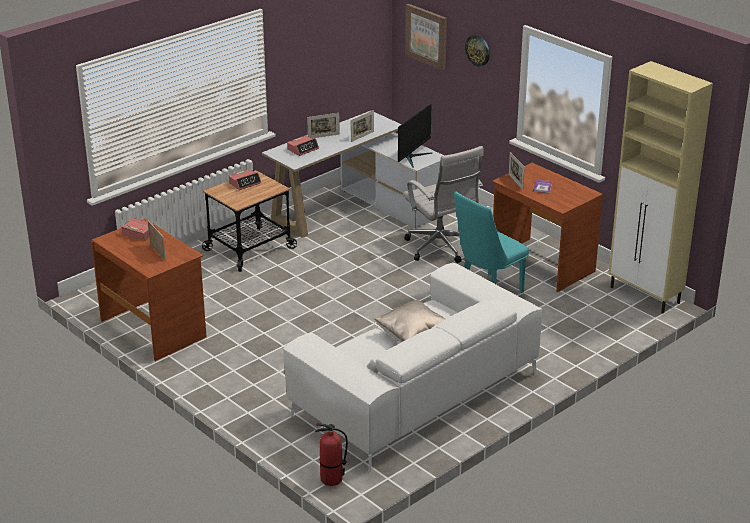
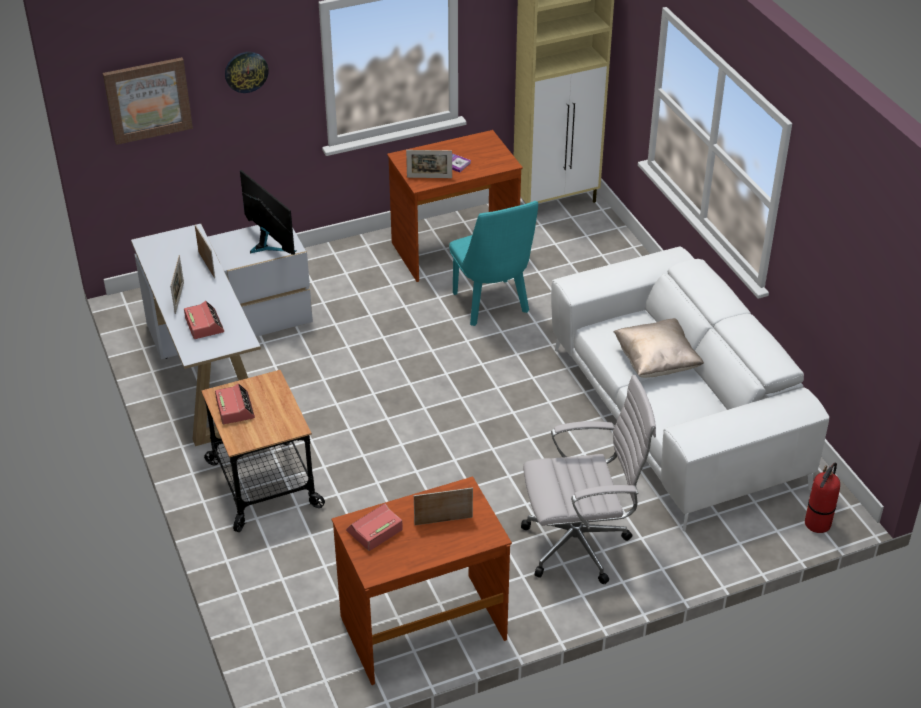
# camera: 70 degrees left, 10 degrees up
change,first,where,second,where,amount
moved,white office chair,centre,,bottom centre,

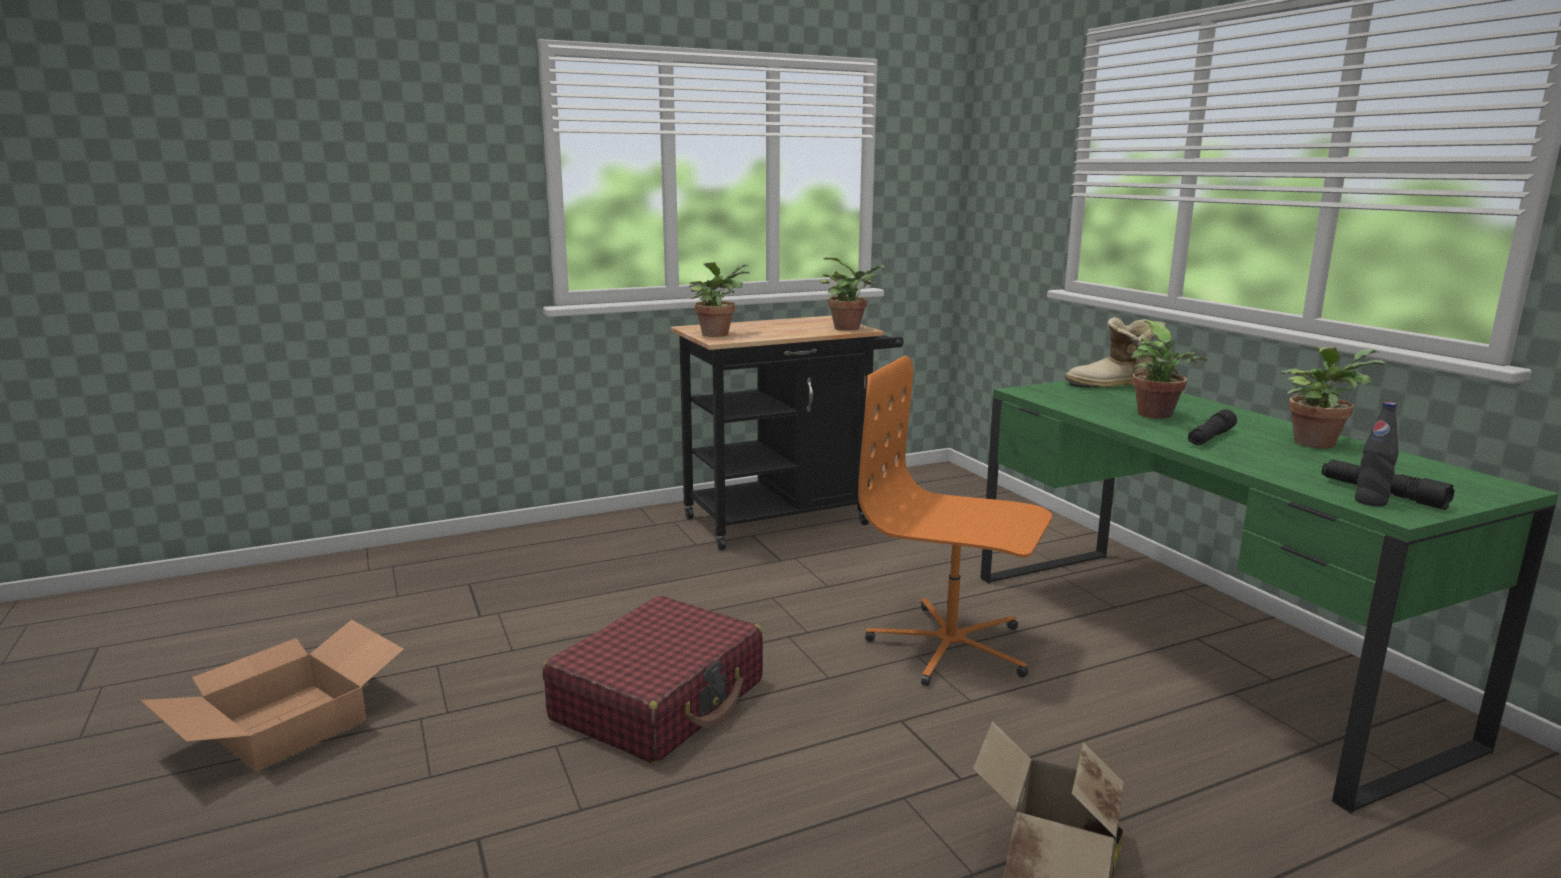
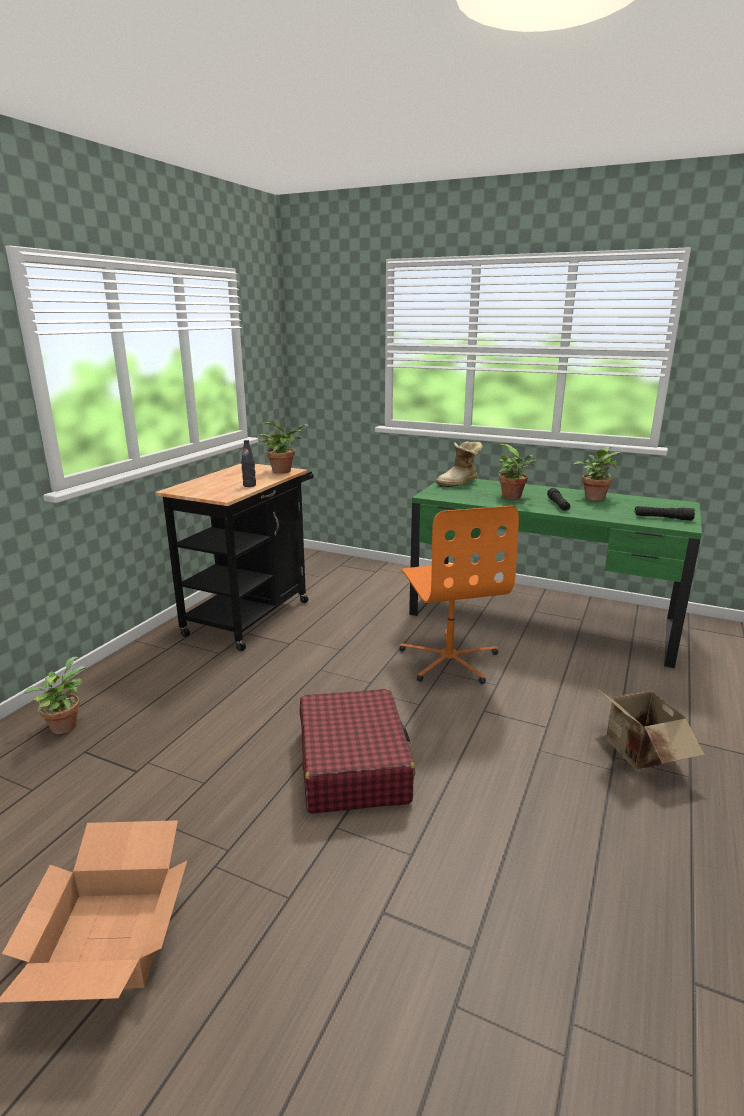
# camera: 40 degrees left, 5 degrees up
change,first,where,second,where,amount
moved,potted plant (1st from left),centre,,middle left,
moved,black bottle,middle right,,centre,
turned,orange office chair,centre,,centre,90 degrees counterclockwise

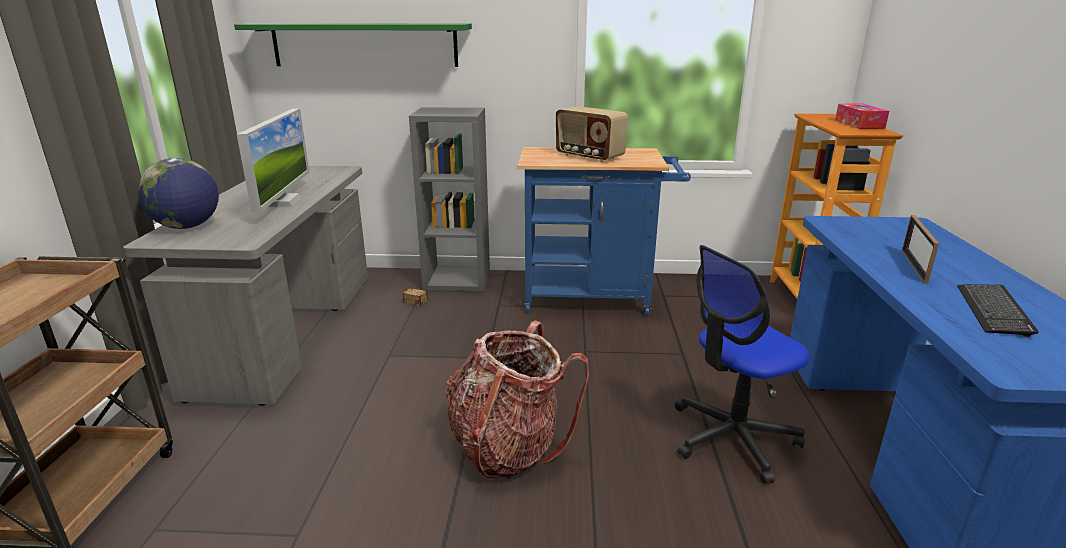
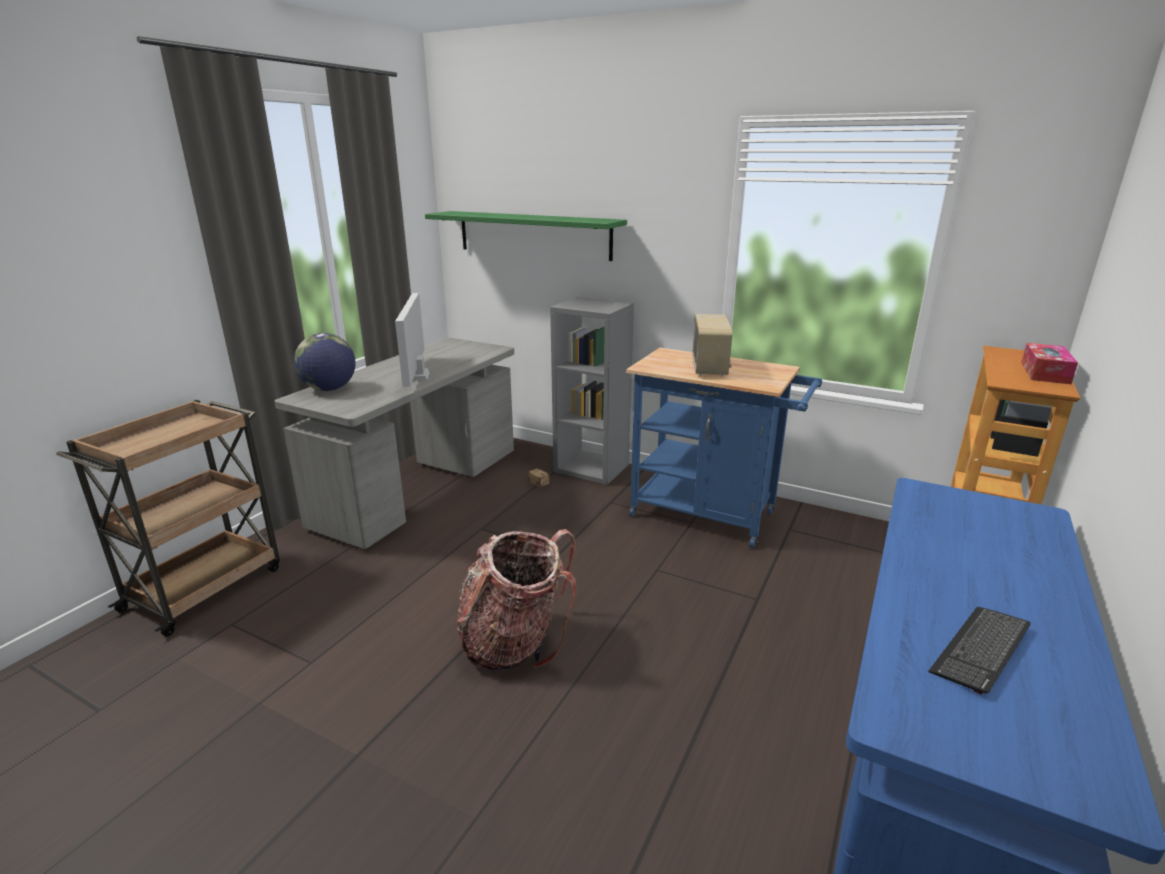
# camera: 25 degrees right, 0 degrees up
change,first,where,second,where,amount
removed,office chair,middle right,,,
removed,picture frame,middle right,,,
turned,monitor,top left,,centre,150 degrees clockwise
turned,radio,top centre,,centre,150 degrees counterclockwise

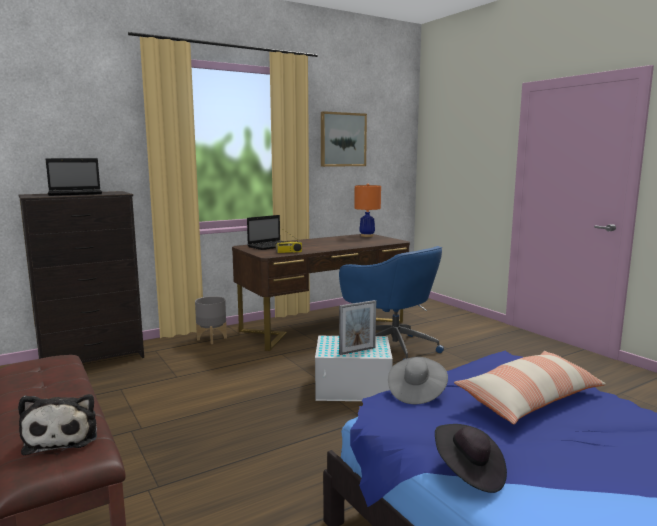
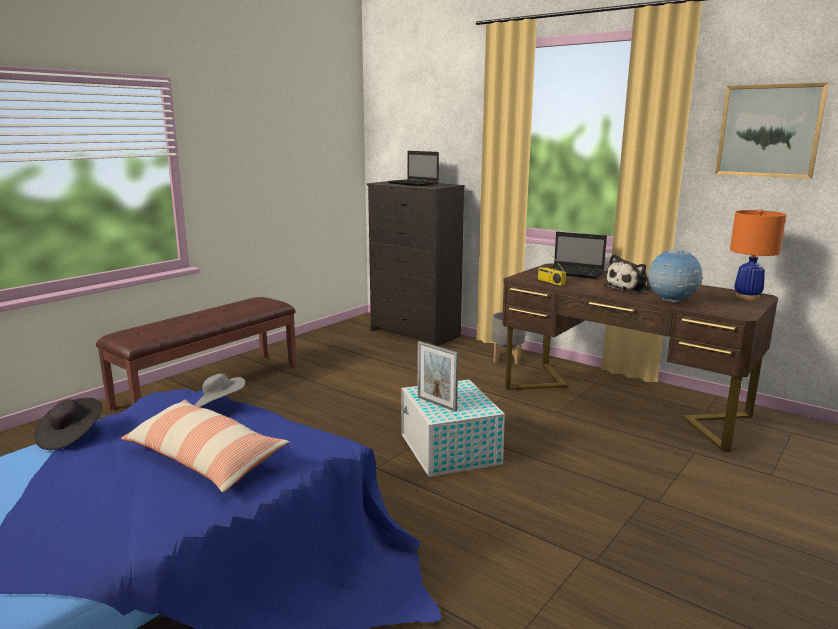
# camera: 70 degrees right, 5 degrees up
change,first,where,second,where,amount
removed,blue office chair,centre,,,
added,,,globe,middle right,
moved,plush toy,bottom left,,middle right,

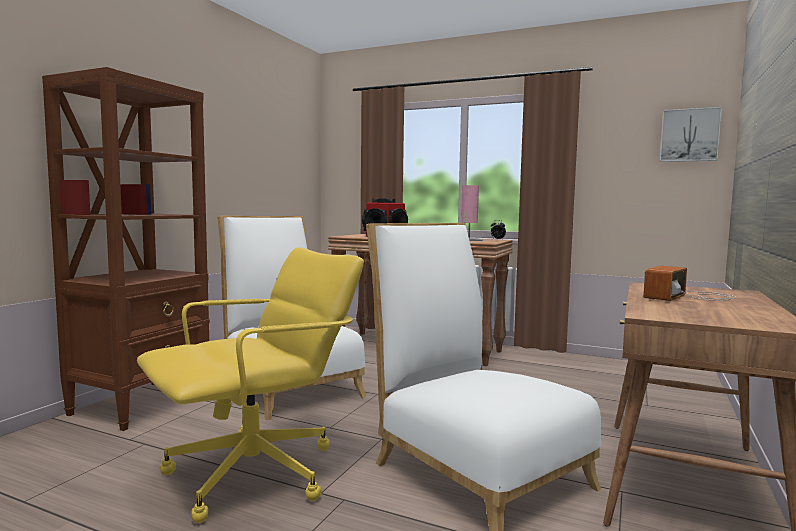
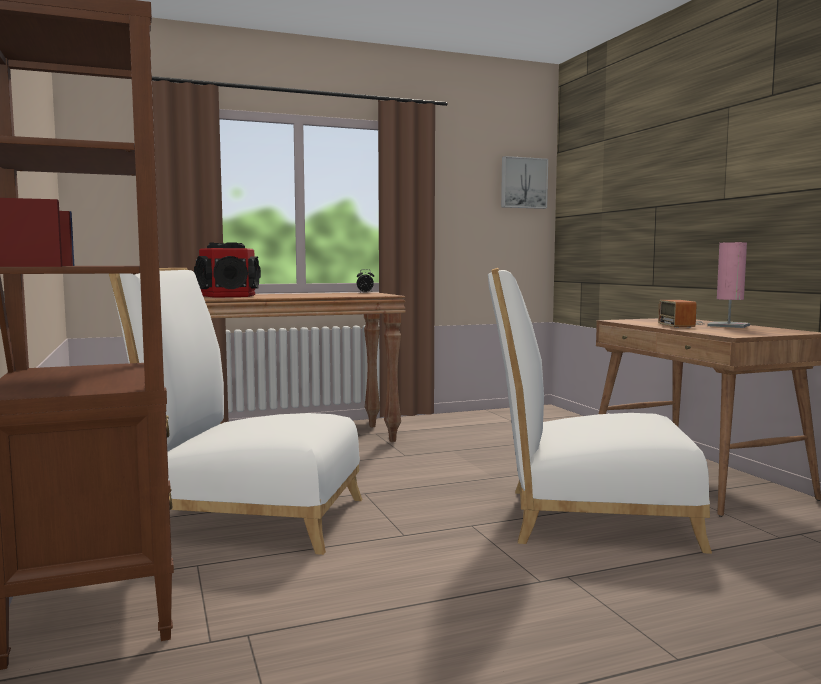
# camera: 45 degrees left, 0 degrees up
change,first,where,second,where,amount
removed,yellow office chair,bottom left,,,
moved,pink table lamp,centre,,middle right,

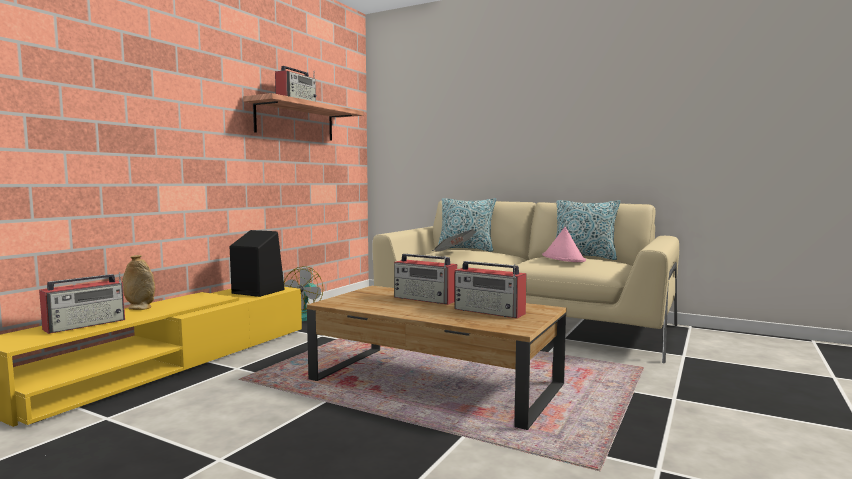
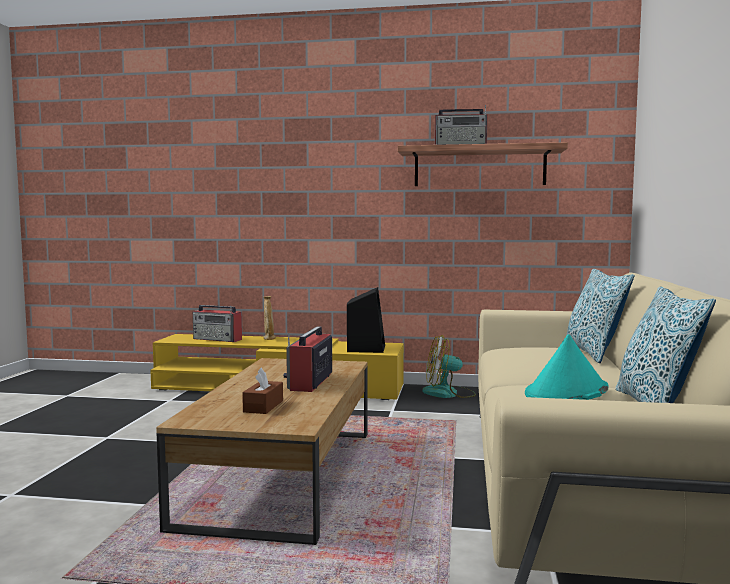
# camera: 70 degrees right, 0 degrees up
change,first,where,second,where,amount
removed,newspaper,centre,,,
replaced,radio (4th from left),centre,brown tissue box,bottom centre,
recoloured,pink hat,centre,turquoise hat,middle right,

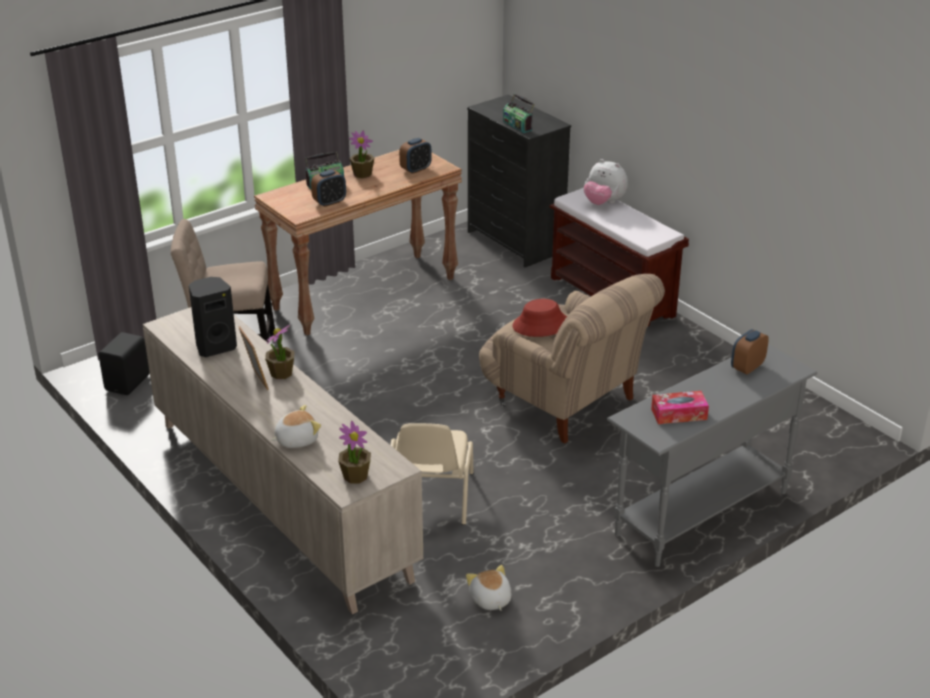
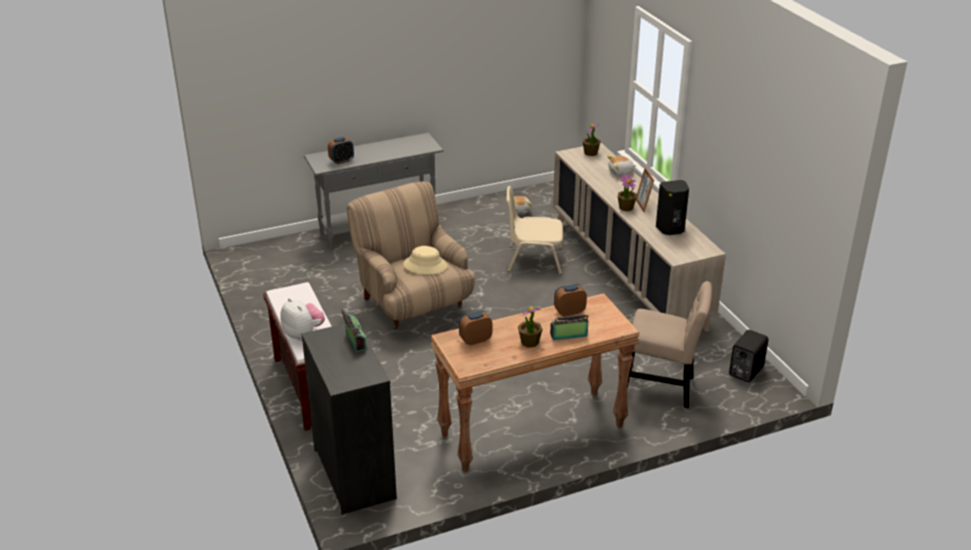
# camera: 165 degrees left, 0 degrees up
change,first,where,second,where,amount
removed,tissue box,middle right,,,
recoloured,red hat,centre,beige hat,centre,
turned,beige chair (2nd from left in the first image),bottom centre,beige chair (1st from left),centre,105 degrees counterclockwise

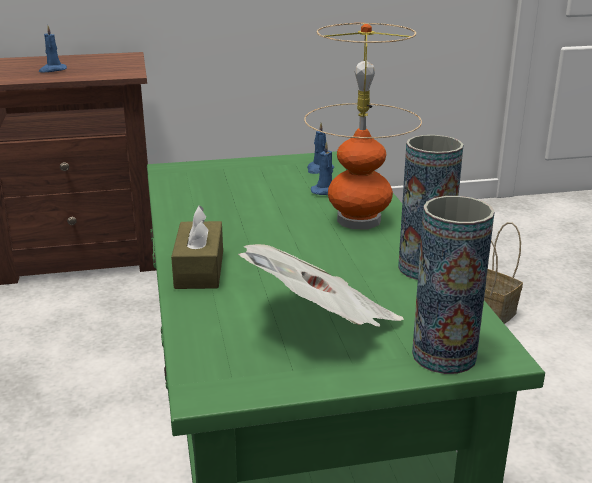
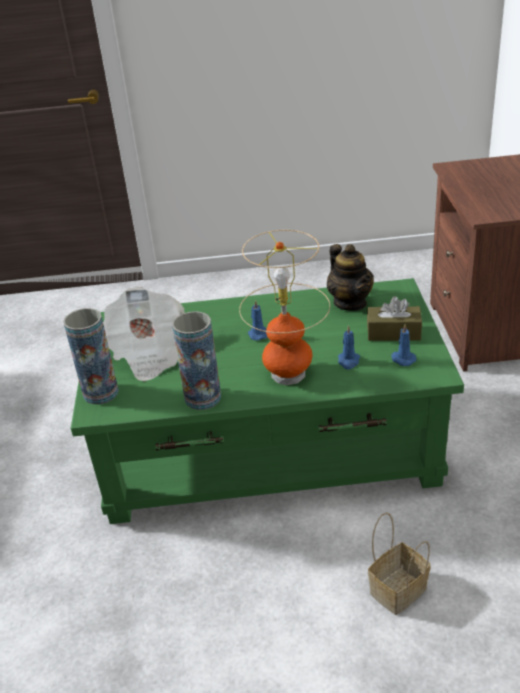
# camera: 100 degrees right, 10 degrees up
change,first,where,second,where,amount
added,,,teapot,middle right,
moved,blue candle (1st from left),top left,,centre,
moved,brown tissue box,middle left,,middle right,

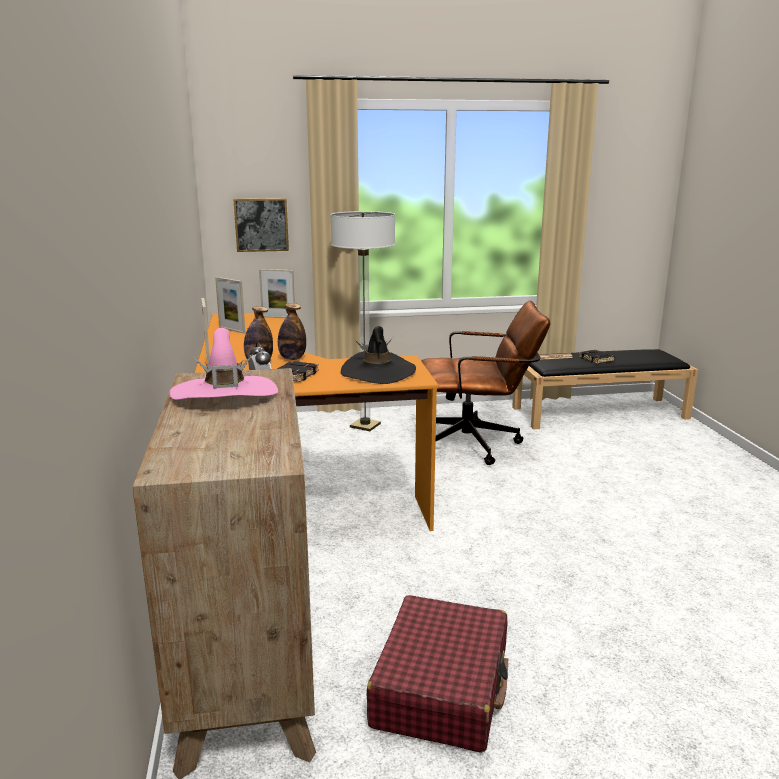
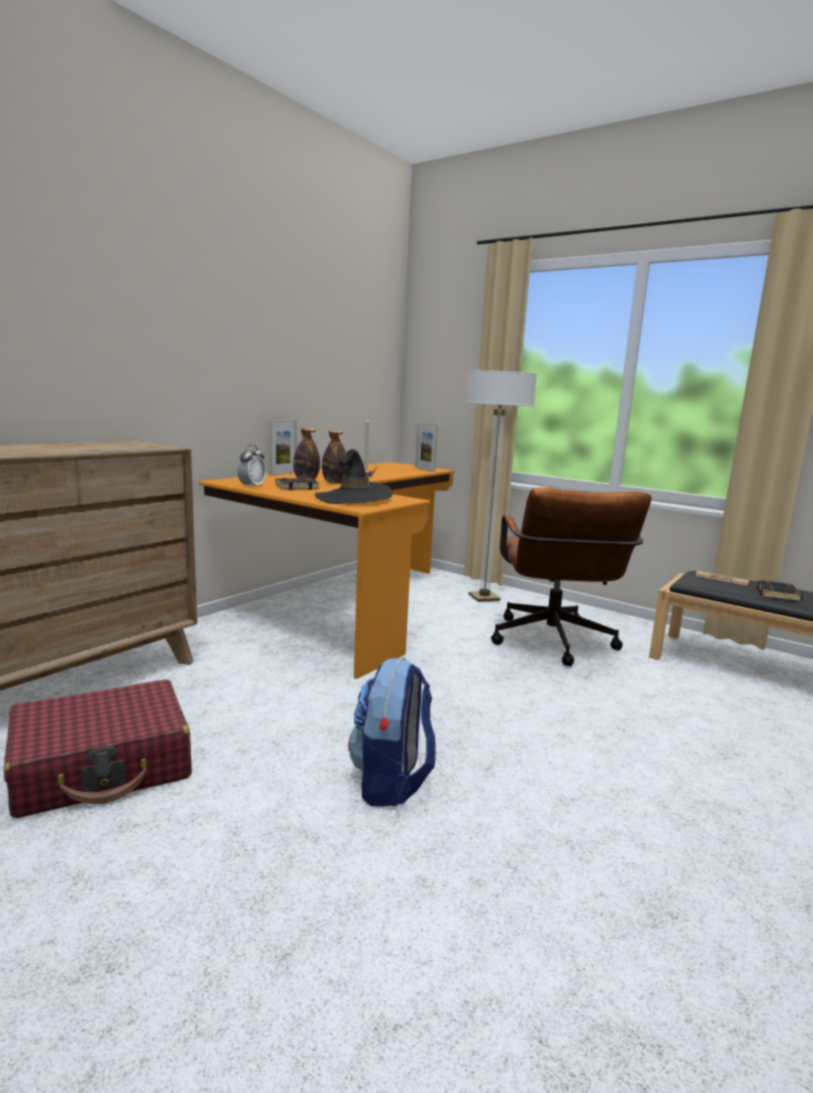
# camera: 45 degrees right, 5 degrees down
change,first,where,second,where,amount
removed,pink hat,middle left,,,
removed,picture,top centre,,,
added,,,backpack,bottom centre,
turned,brown office chair,centre,,middle right,45 degrees clockwise

